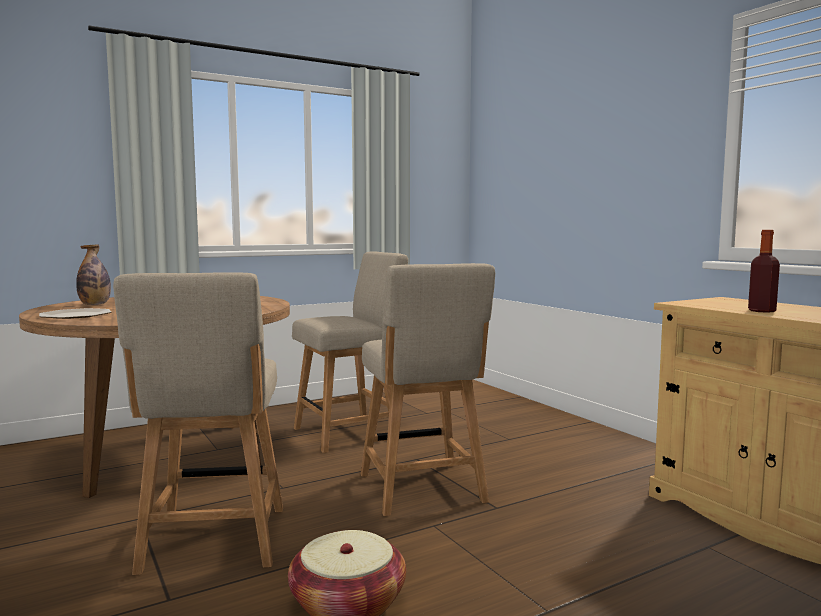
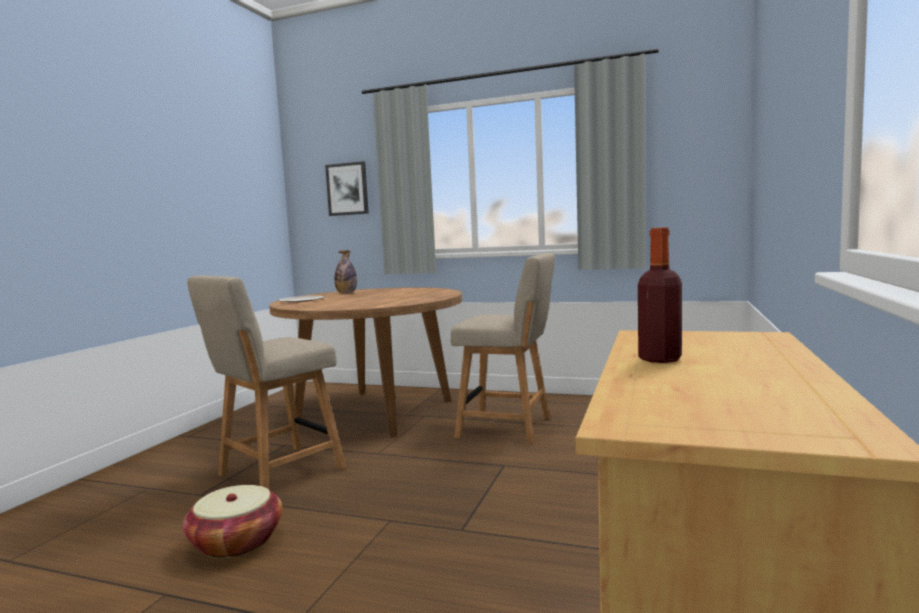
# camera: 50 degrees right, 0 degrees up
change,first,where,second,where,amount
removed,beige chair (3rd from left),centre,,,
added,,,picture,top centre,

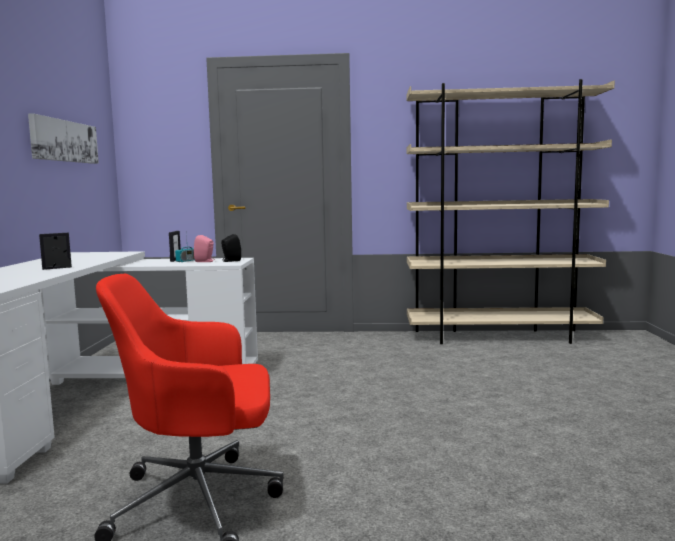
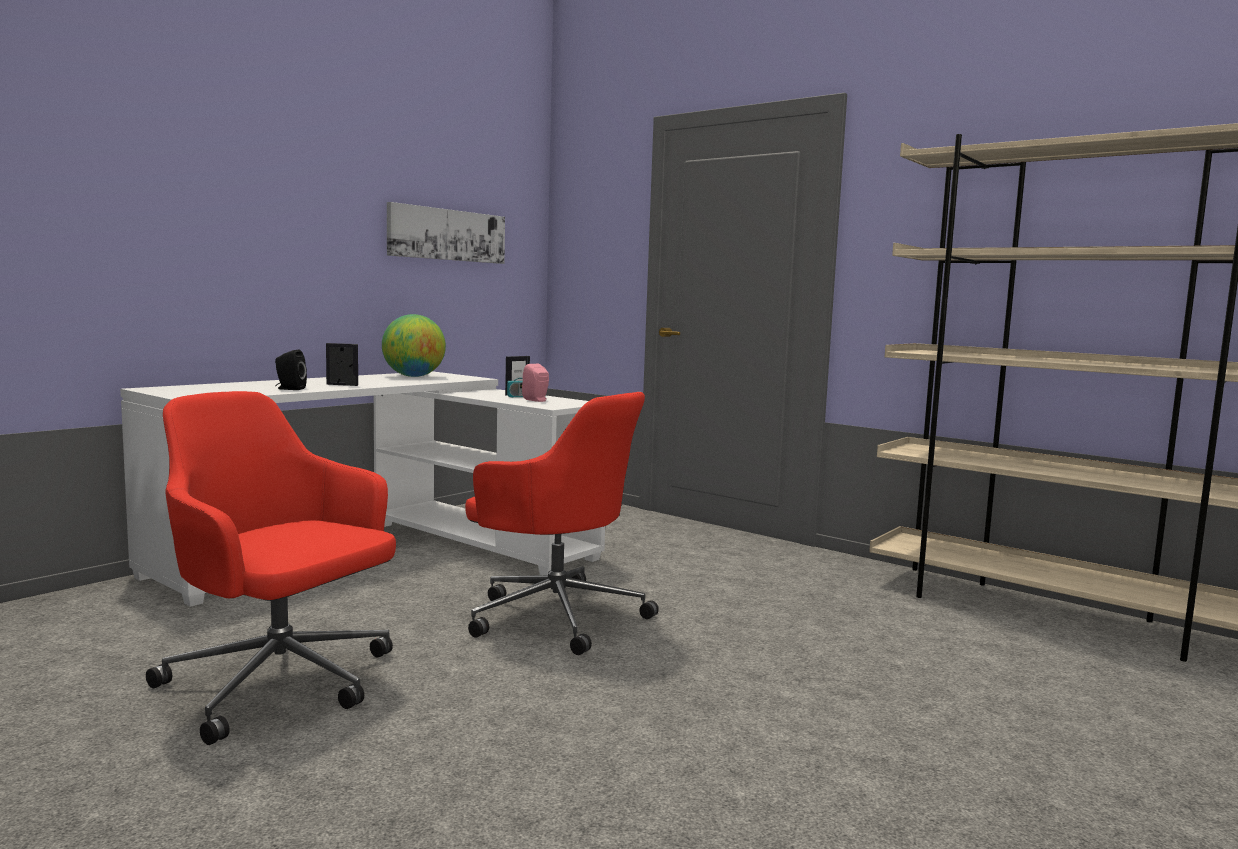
# camera: 35 degrees right, 0 degrees up
change,first,where,second,where,amount
added,,,globe,centre,
added,,,red office chair (2nd from left),centre,
moved,black speaker,centre,,middle left,

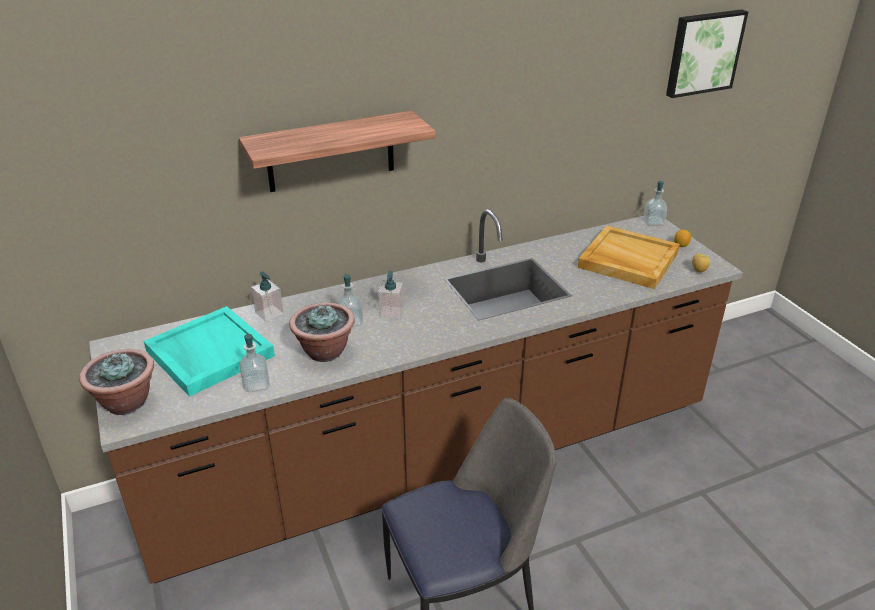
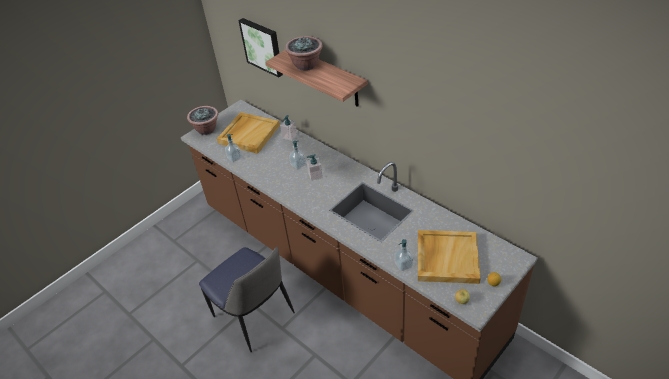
# camera: 70 degrees right, 10 degrees up
change,first,where,second,where,amount
moved,potted plant (2nd from left),centre,,top centre,
moved,soap dispenser (5th from left),top right,,bottom centre,
moved,picture,top right,,top centre,
recoloured,turquoise tray,middle left,beige tray (1st from left),centre,

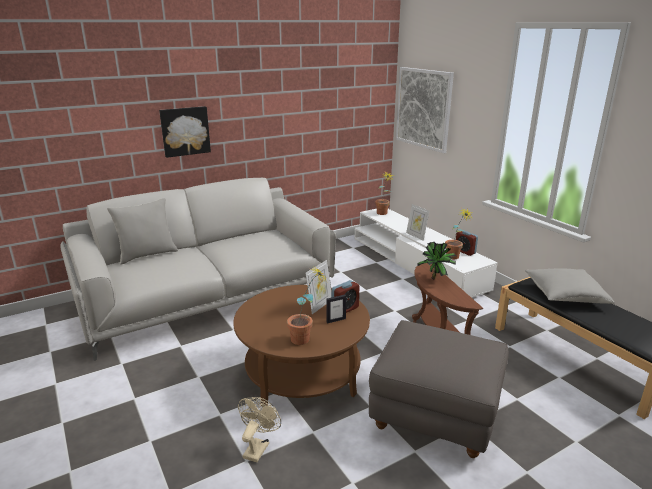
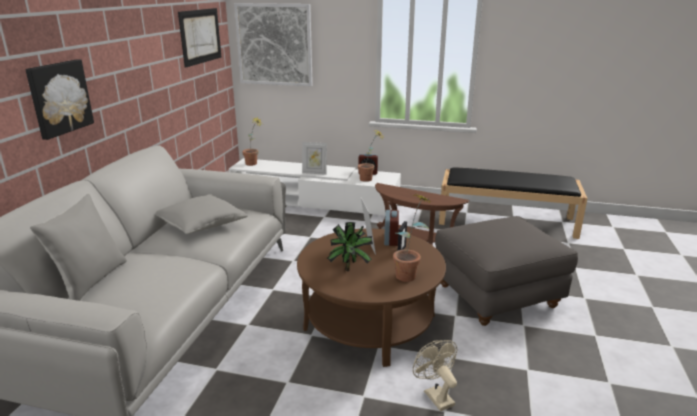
# camera: 45 degrees left, 0 degrees up
change,first,where,second,where,amount
added,,,picture (2nd from left),top left,
moved,potted plant (3rd from left in the first image),middle right,potted plant (2nd from left),centre,
moved,grey pillow (2nd from left),middle right,,middle left,

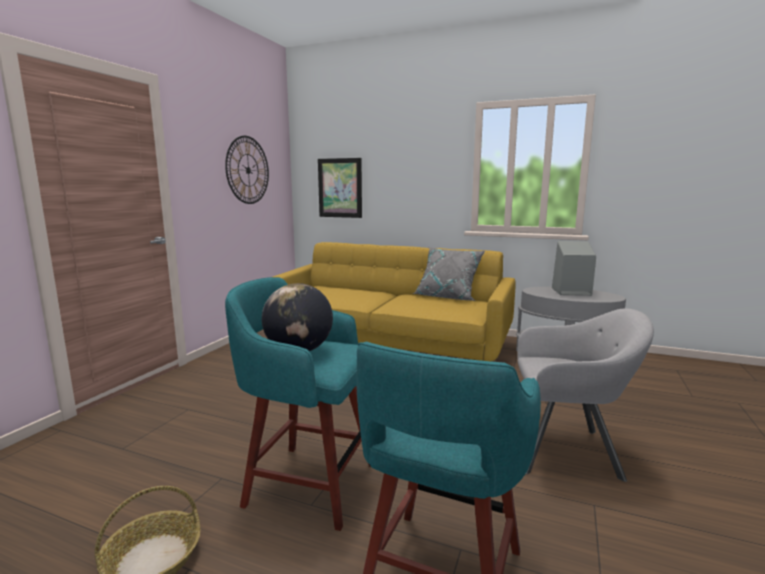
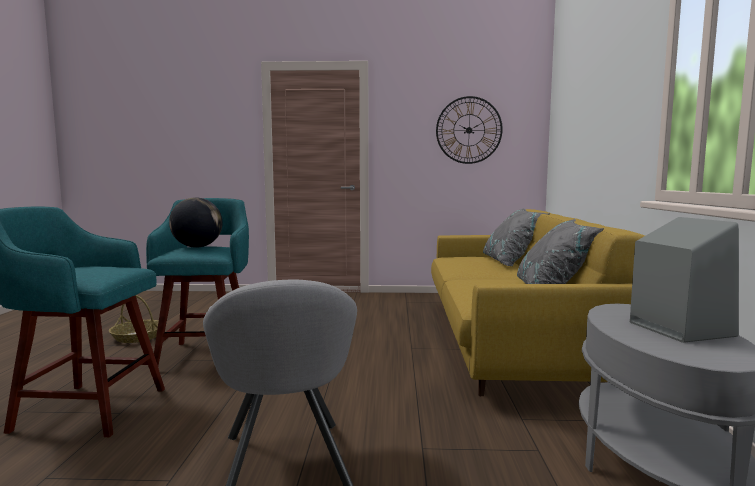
# camera: 70 degrees right, 5 degrees down
change,first,where,second,where,amount
removed,picture,top centre,,,
added,,,grey pillow (1st from left),middle right,

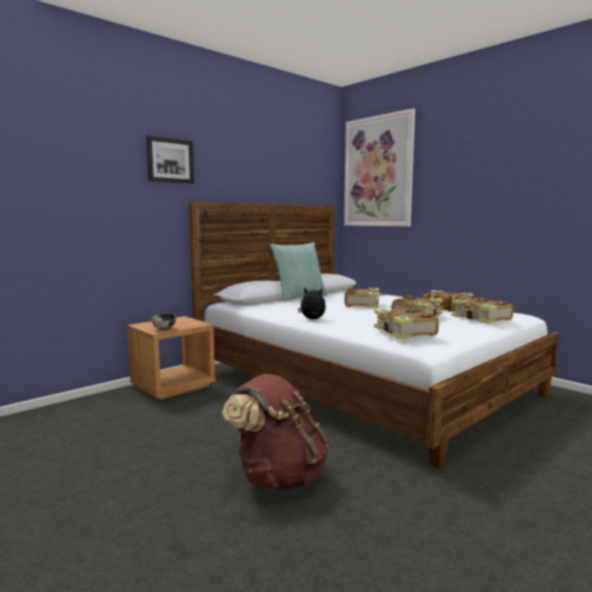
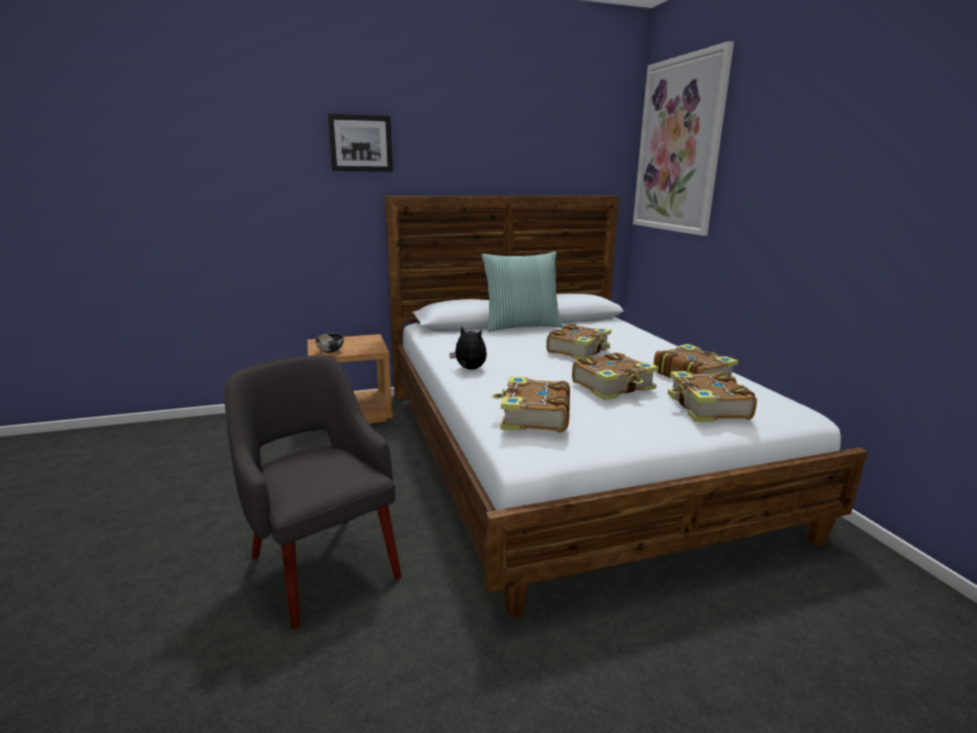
# camera: 25 degrees right, 10 degrees up
change,first,where,second,where,amount
replaced,brown backpack,bottom centre,grey armchair,bottom left,

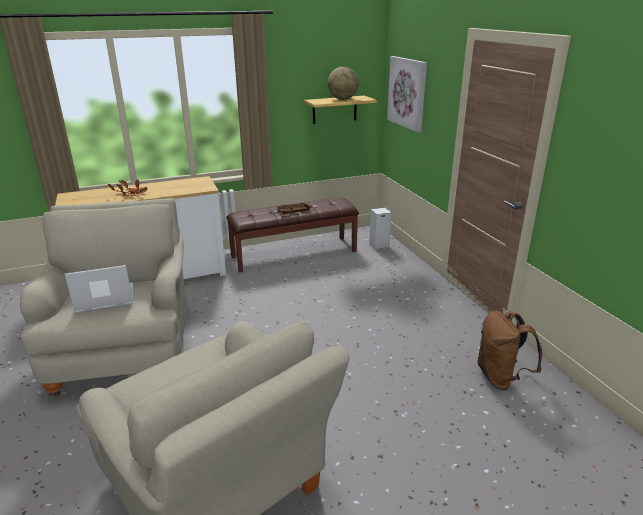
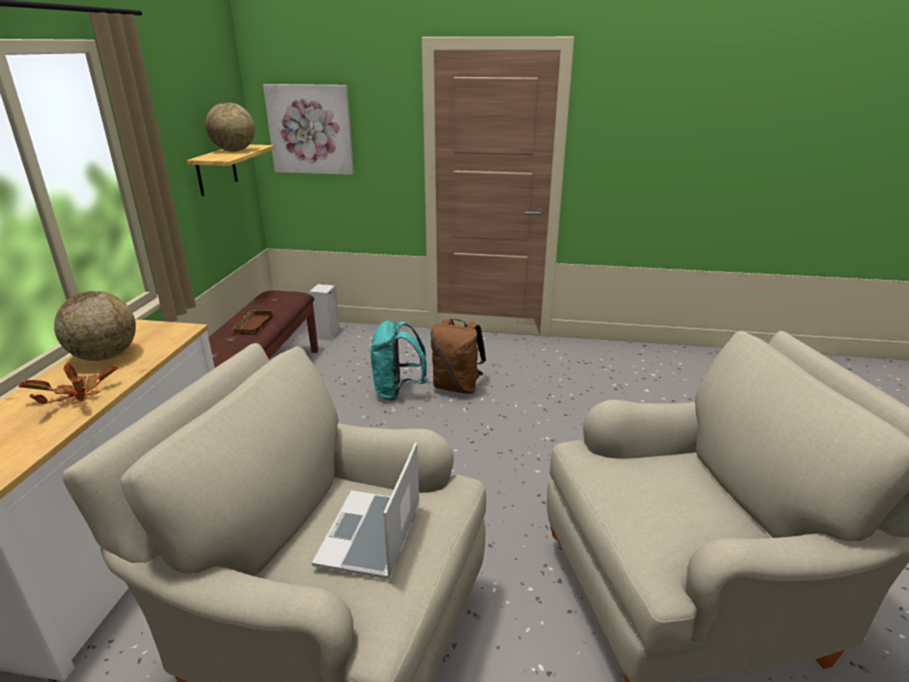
# camera: 60 degrees left, 0 degrees up
change,first,where,second,where,amount
added,,,globe (1st from left),middle left,
added,,,turquoise backpack,centre,
moved,brown backpack,bottom right,,centre,

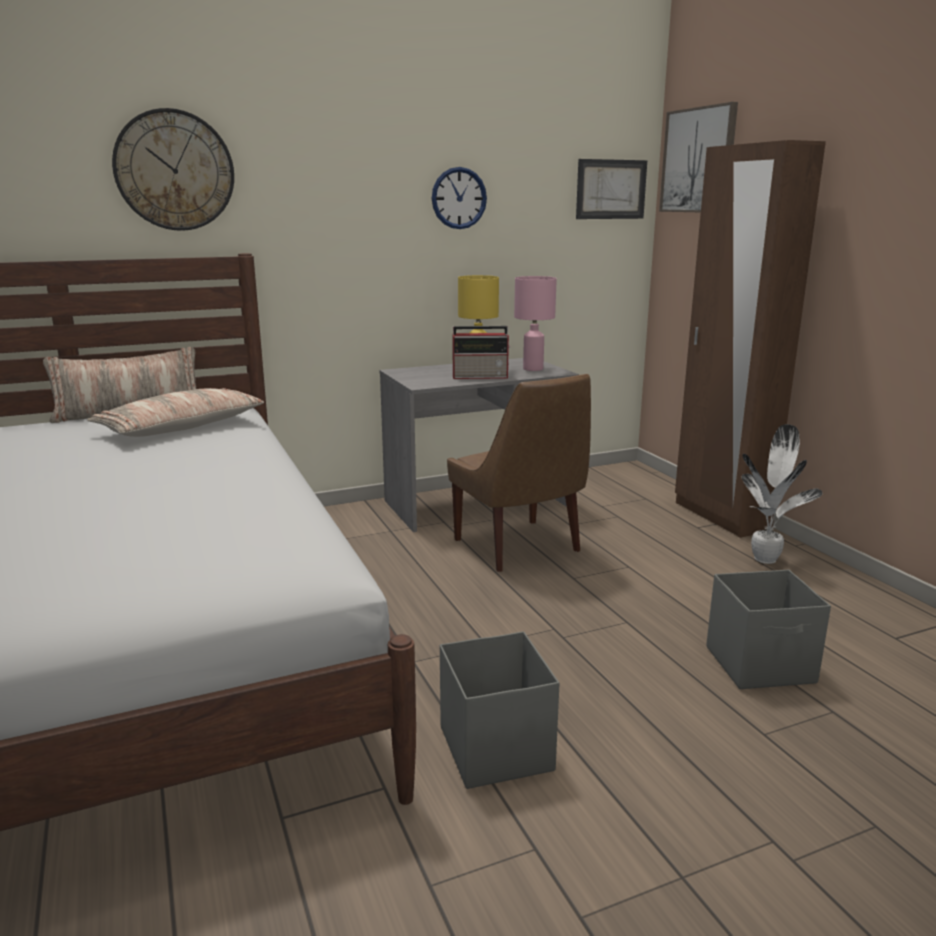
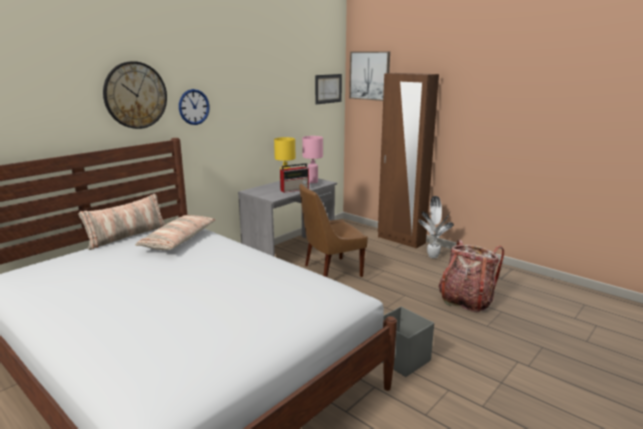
# camera: 25 degrees left, 0 degrees up
change,first,where,second,where,amount
moved,wall clock (2nd from left),top centre,,top left,
replaced,grey storage box (2nd from left),bottom right,backpack,middle right,
turned,brown chair,centre,,centre,120 degrees clockwise

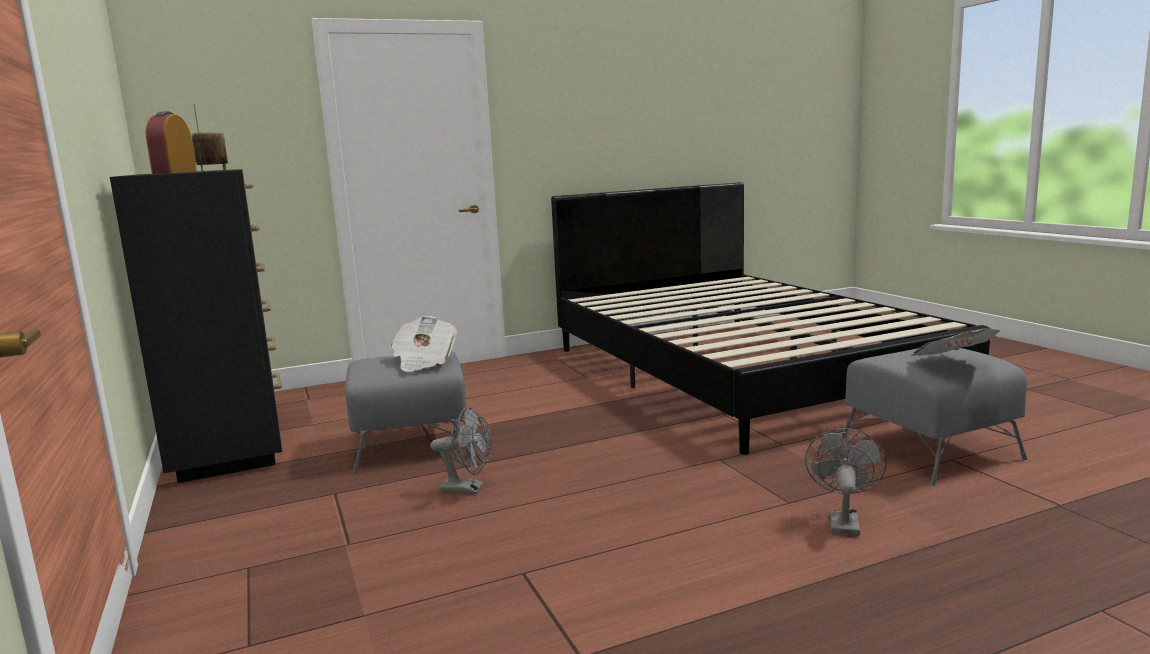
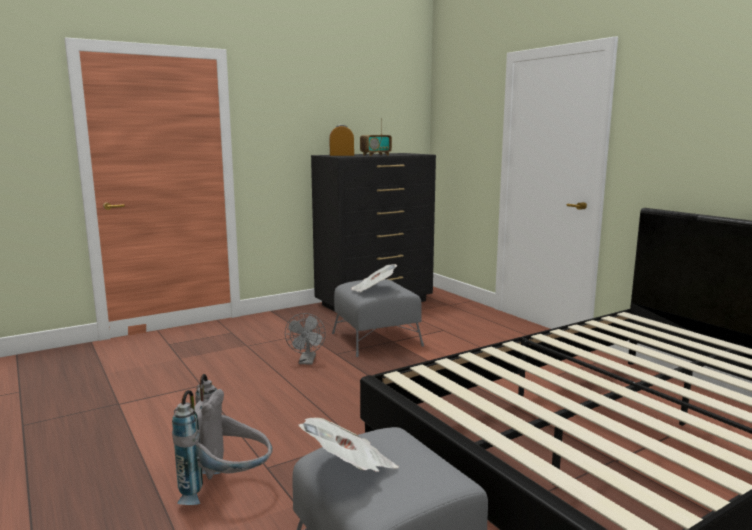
# camera: 80 degrees right, 0 degrees up
change,first,where,second,where,amount
replaced,grey fan (2nd from left),bottom right,grey backpack,bottom left,

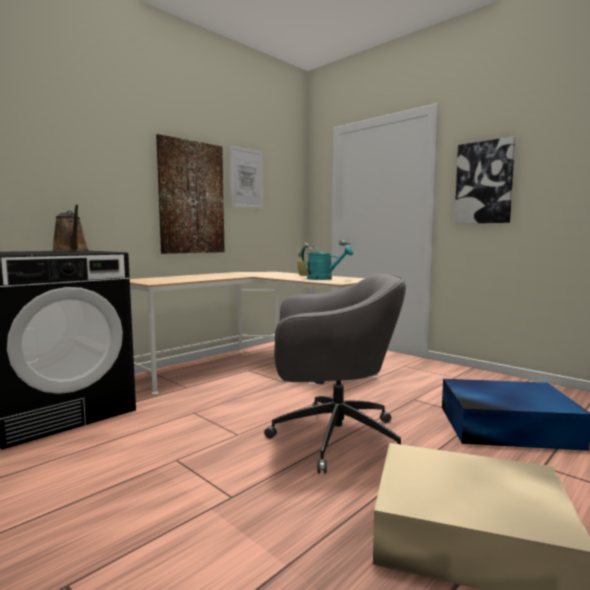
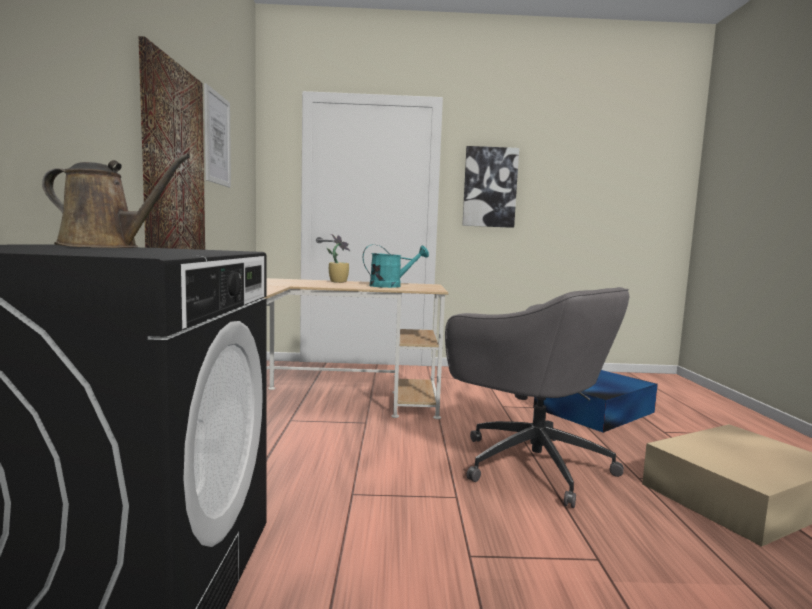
# camera: 45 degrees left, 0 degrees up
change,first,where,second,where,amount
turned,grey office chair,centre,,centre,90 degrees clockwise

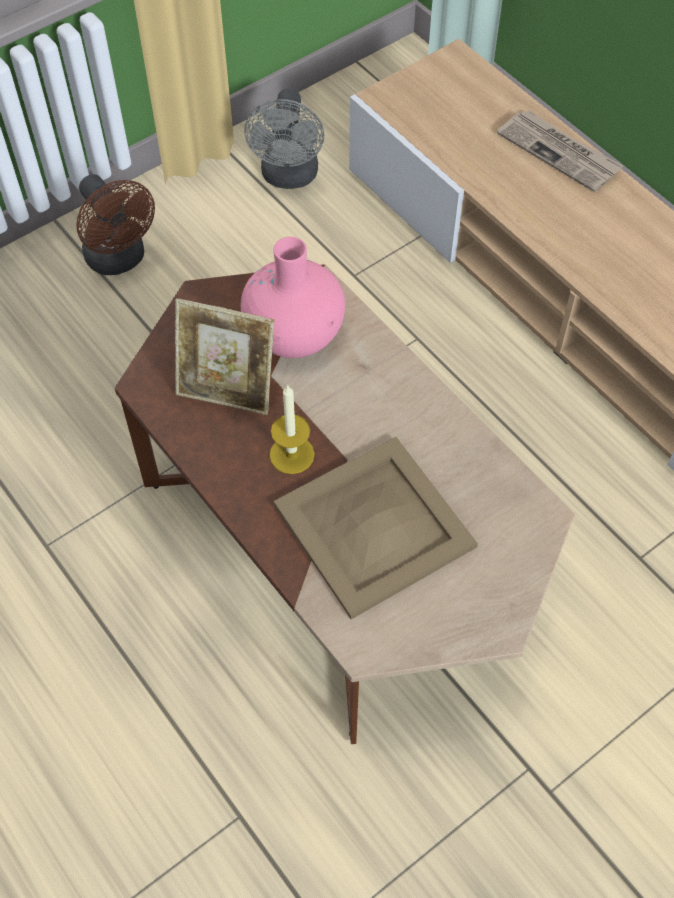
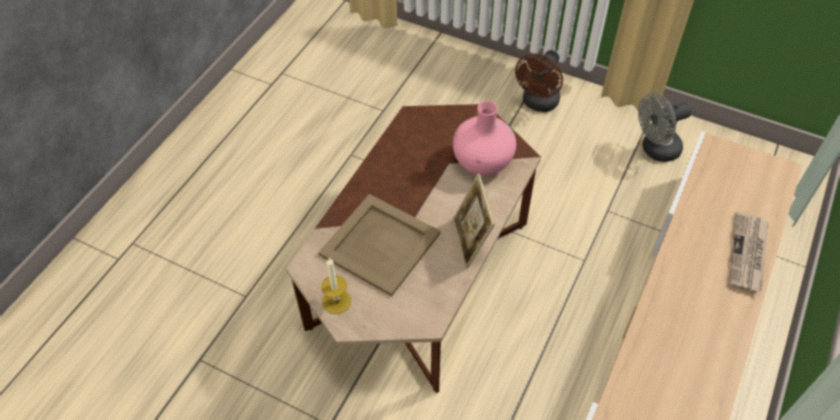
# camera: 65 degrees right, 5 degrees down
change,first,where,second,where,amount
moved,picture frame,middle left,,centre,
moved,candle,centre,,bottom centre,

